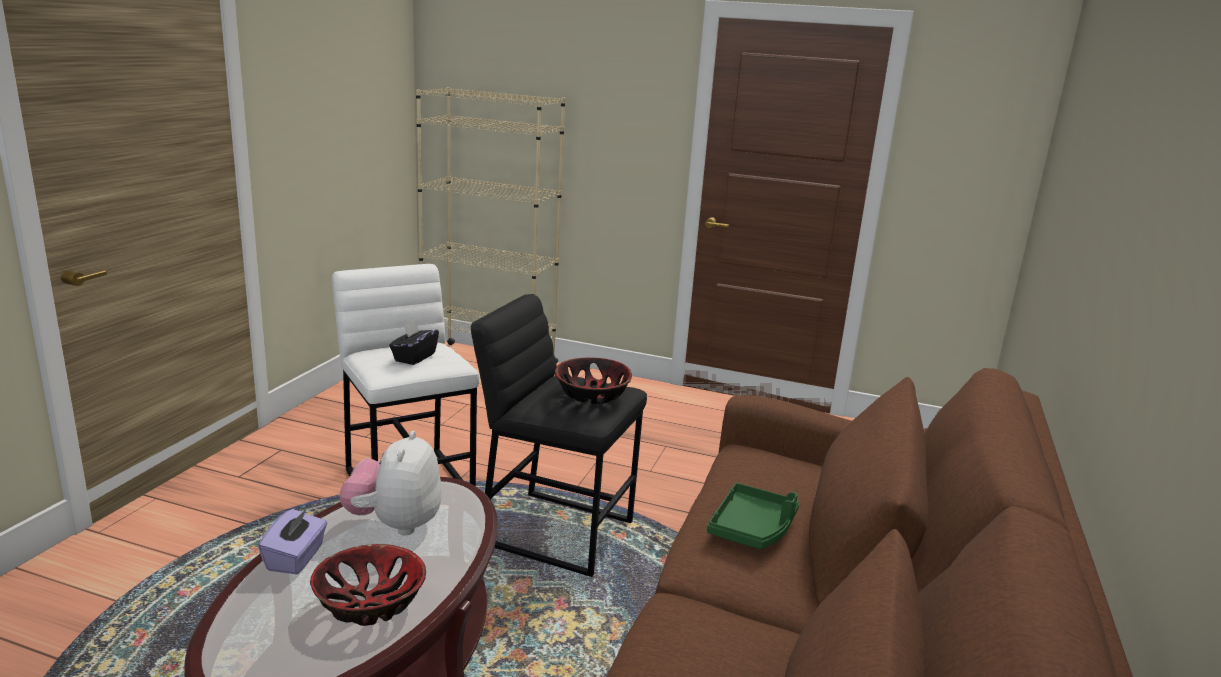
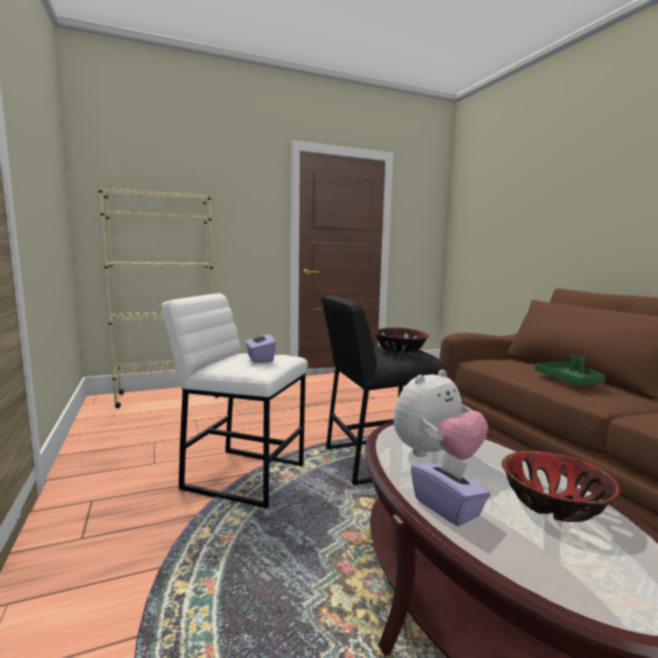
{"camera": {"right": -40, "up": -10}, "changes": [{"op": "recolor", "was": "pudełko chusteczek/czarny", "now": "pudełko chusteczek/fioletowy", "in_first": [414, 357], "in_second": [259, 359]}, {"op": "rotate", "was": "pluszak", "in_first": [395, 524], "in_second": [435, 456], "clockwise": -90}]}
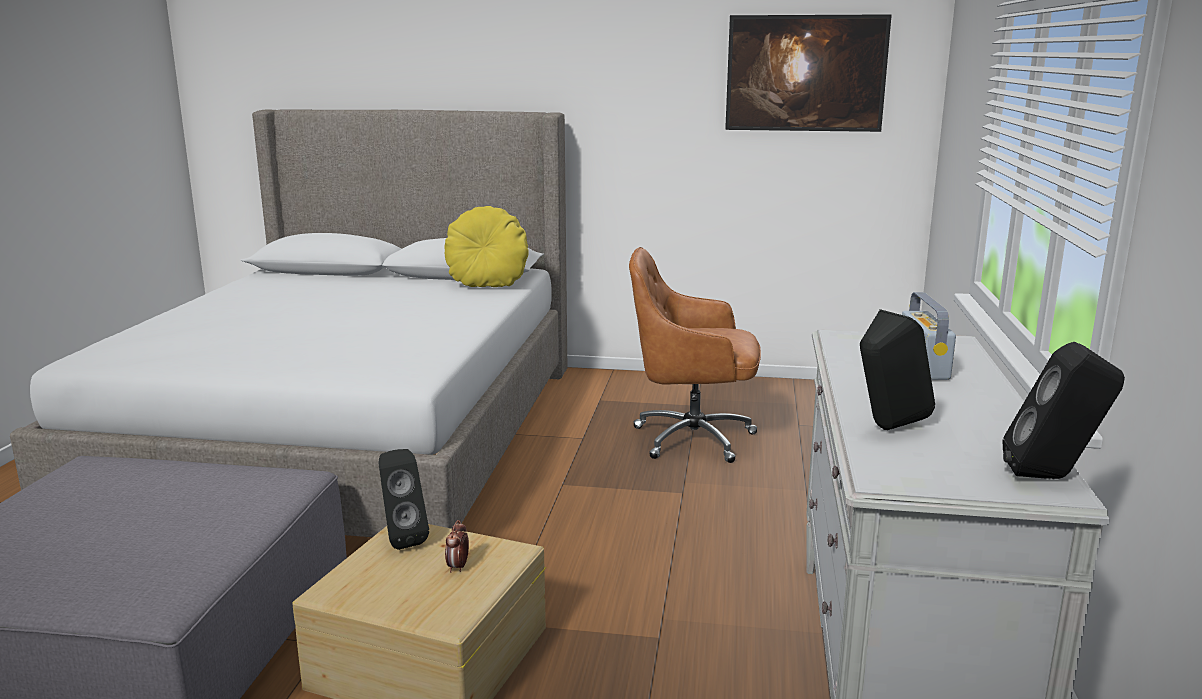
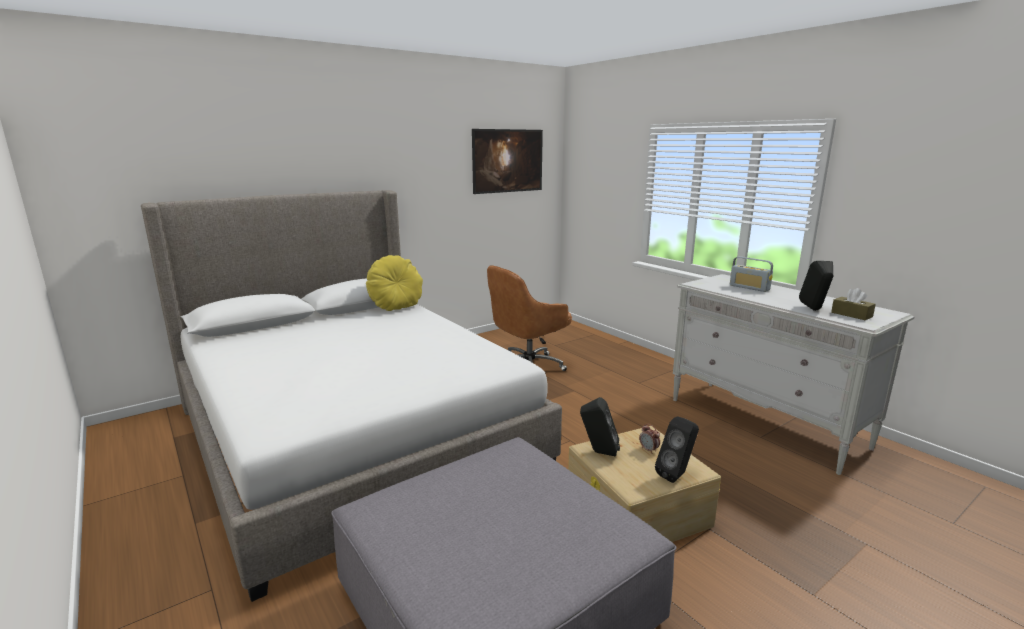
{"camera": {"right": -45, "up": 0}, "changes": [{"op": "move", "was": "głośnik/czarny", "in_first": [1052, 477], "in_second": [676, 475]}, {"op": "insert", "now": "pudełko chusteczek/brązowy", "in_second": [851, 314]}]}
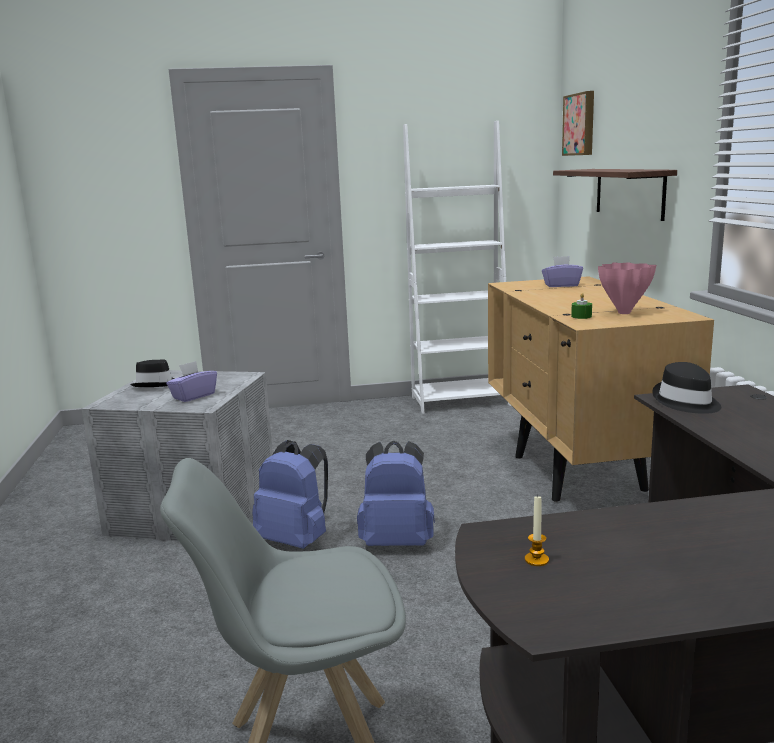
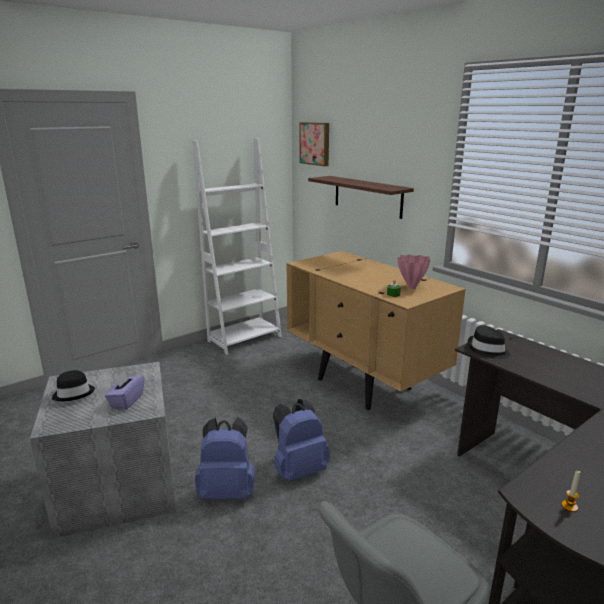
{"camera": {"right": -30, "up": 5}, "changes": [{"op": "delete", "was": "pudełko chusteczek/fioletowy", "in_first": [561, 285]}]}
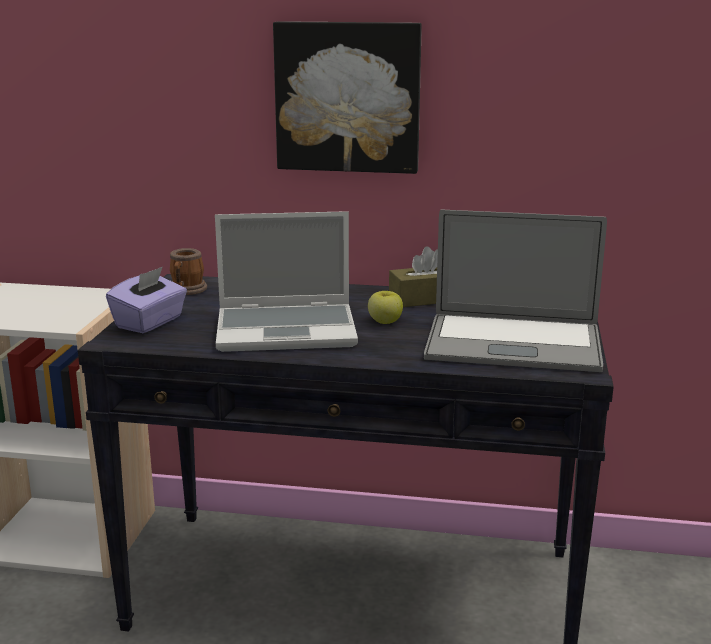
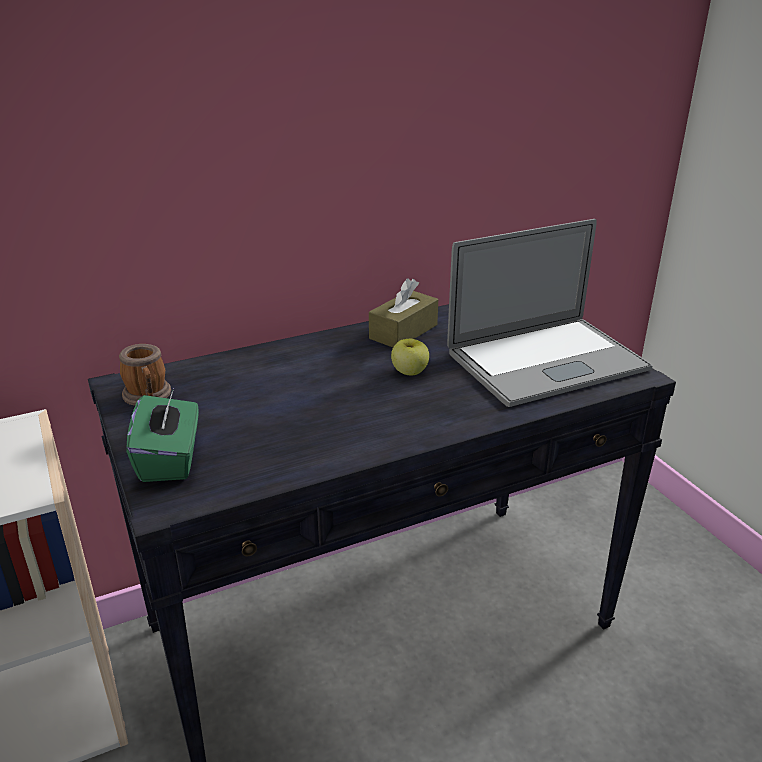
{"camera": {"right": -35, "up": 10}, "changes": [{"op": "delete", "was": "obraz", "in_first": [348, 97]}, {"op": "delete", "was": "laptop", "in_first": [288, 330]}, {"op": "recolor", "was": "pudełko chusteczek/fioletowy", "now": "pudełko chusteczek/zielony", "in_first": [150, 322], "in_second": [170, 459]}]}
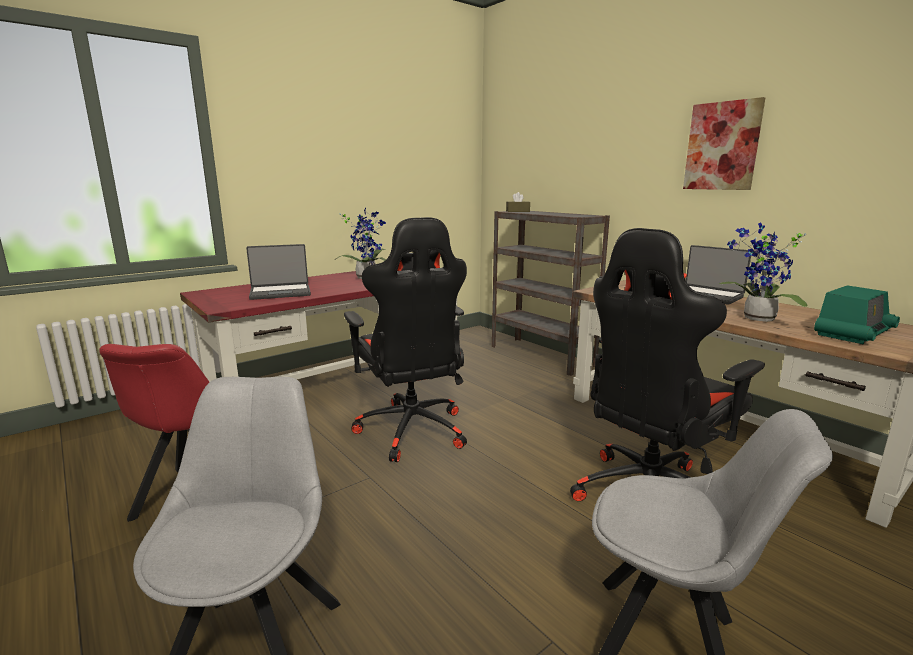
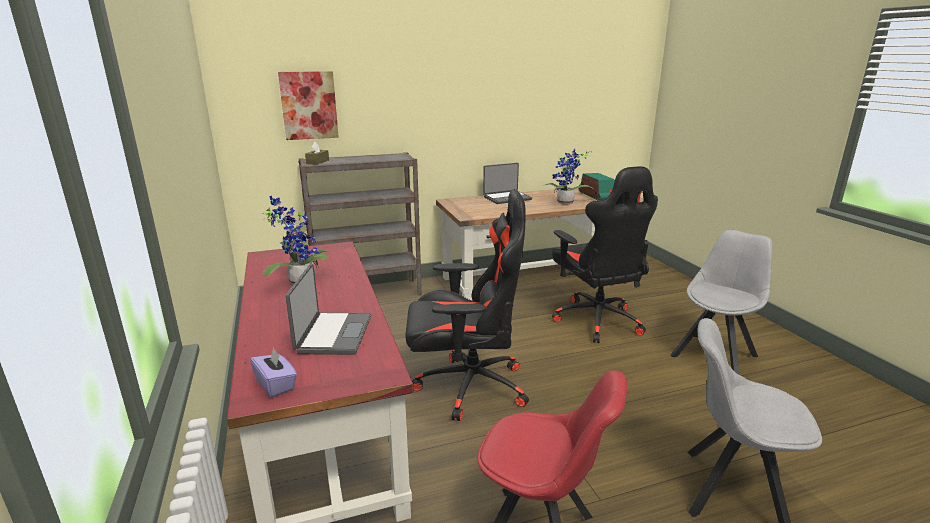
{"camera": {"right": -70, "up": 5}, "changes": [{"op": "move", "was": "obraz", "in_first": [722, 146], "in_second": [309, 105]}, {"op": "insert", "now": "pudełko chusteczek/fioletowy", "in_second": [276, 385]}]}
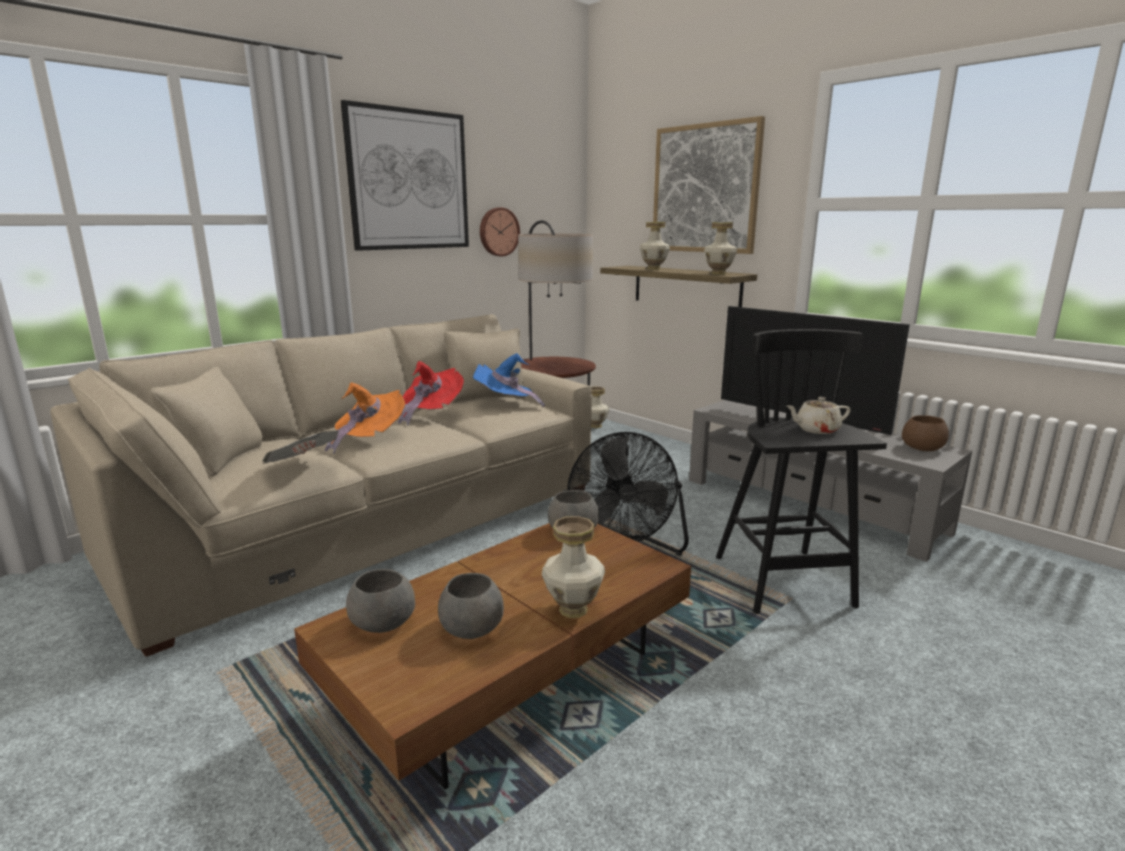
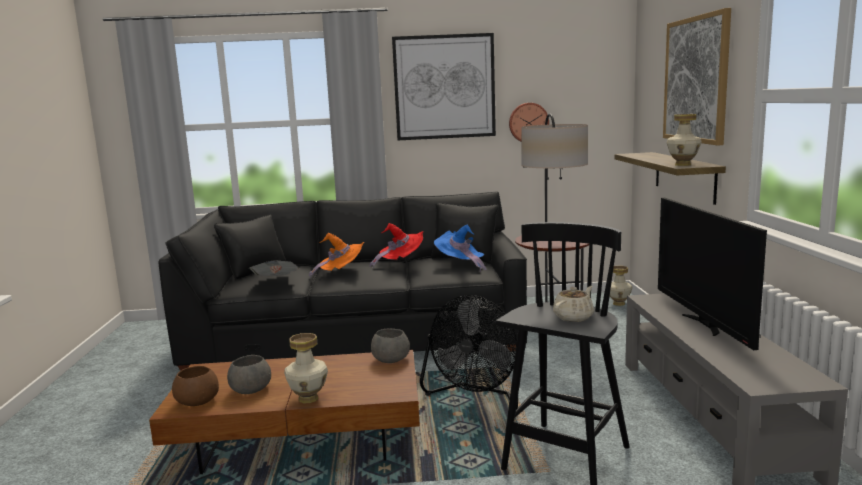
{"camera": {"right": 40, "up": -5}, "changes": [{"op": "delete", "was": "wazon", "in_first": [653, 269]}, {"op": "recolor", "was": "kanapa/beżowy", "now": "kanapa/czarny", "in_first": [371, 525], "in_second": [356, 337]}, {"op": "rotate", "was": "imbryk/beżowy", "in_first": [816, 430], "in_second": [574, 317], "clockwise": 105}, {"op": "move", "was": "miska/brązowy", "in_first": [923, 448], "in_second": [198, 401]}, {"op": "delete", "was": "miska/szary", "in_first": [384, 622]}]}
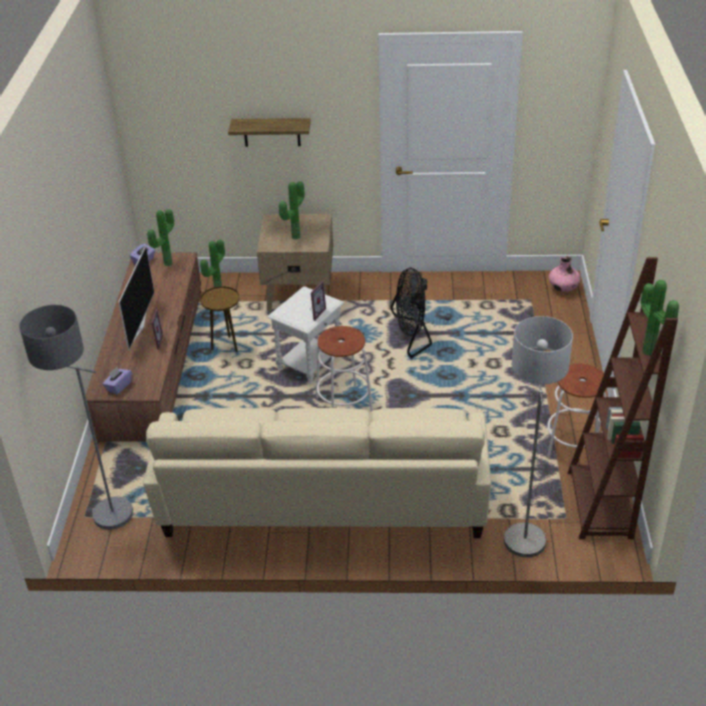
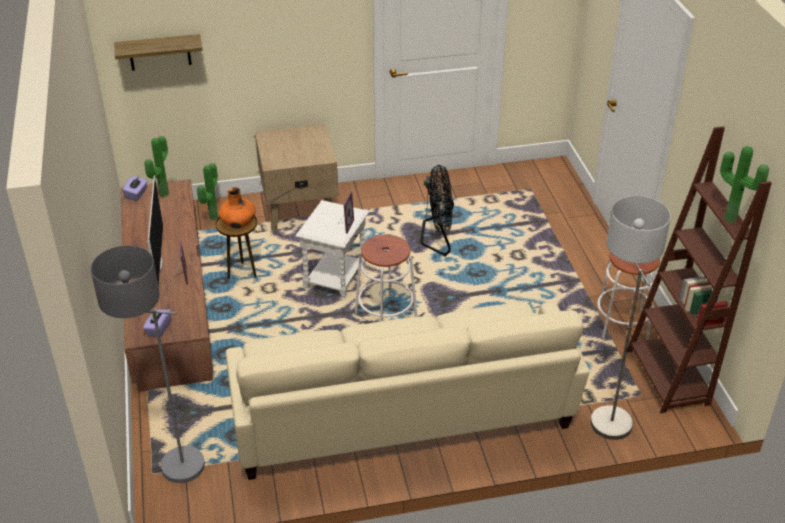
{"camera": {"right": -15, "up": 0}, "changes": [{"op": "move", "was": "półka", "in_first": [272, 132], "in_second": [159, 52]}, {"op": "delete", "was": "roślina doniczkowa", "in_first": [294, 236]}, {"op": "delete", "was": "wazon/różowy", "in_first": [563, 288]}, {"op": "rotate", "was": "wentylator/czarny", "in_first": [416, 333], "in_second": [432, 235], "clockwise": -150}, {"op": "insert", "now": "wazon/pomarańczowy", "in_second": [239, 224]}]}
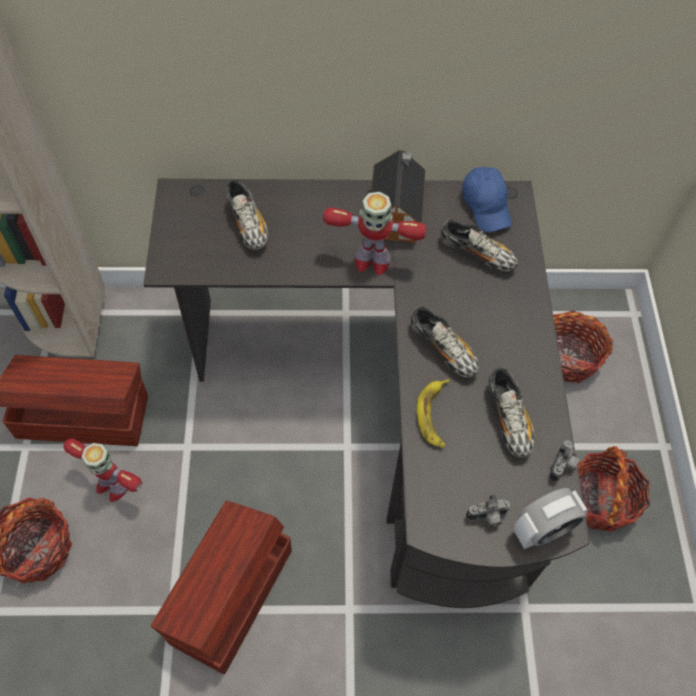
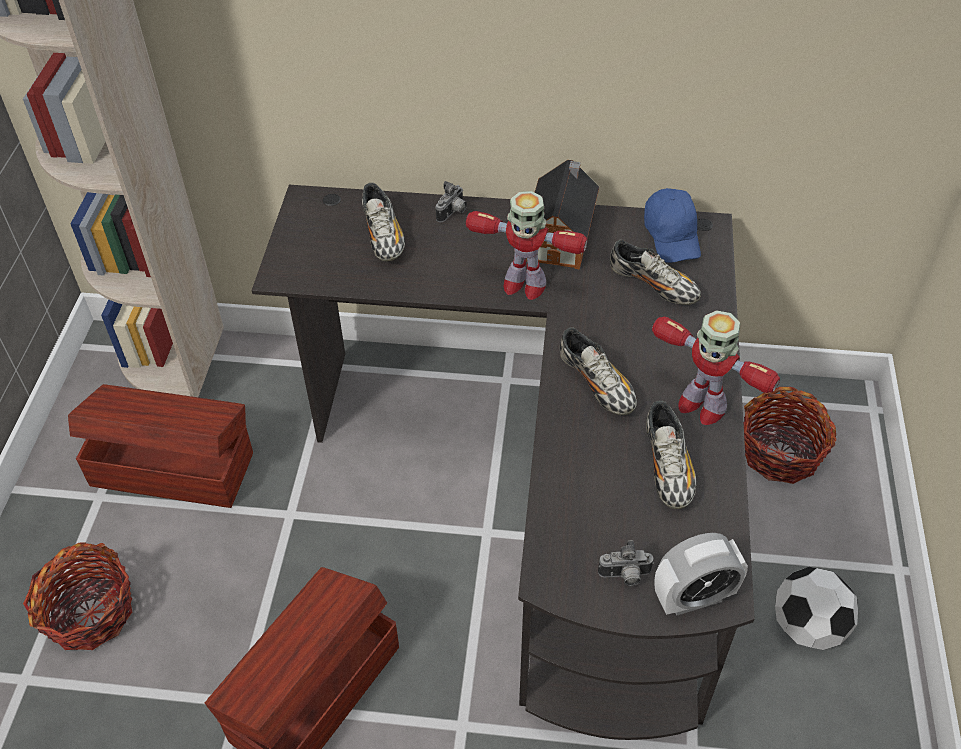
{"camera": {"right": 10, "up": -10}, "changes": [{"op": "delete", "was": "banan", "in_first": [434, 415]}, {"op": "move", "was": "robot zabawkowy", "in_first": [111, 486], "in_second": [701, 405]}, {"op": "move", "was": "aparat fotograficzny", "in_first": [562, 466], "in_second": [453, 213]}, {"op": "replace", "was": "koszyk", "now": "piłka futbolowa", "in_first": [600, 499], "in_second": [807, 626]}]}
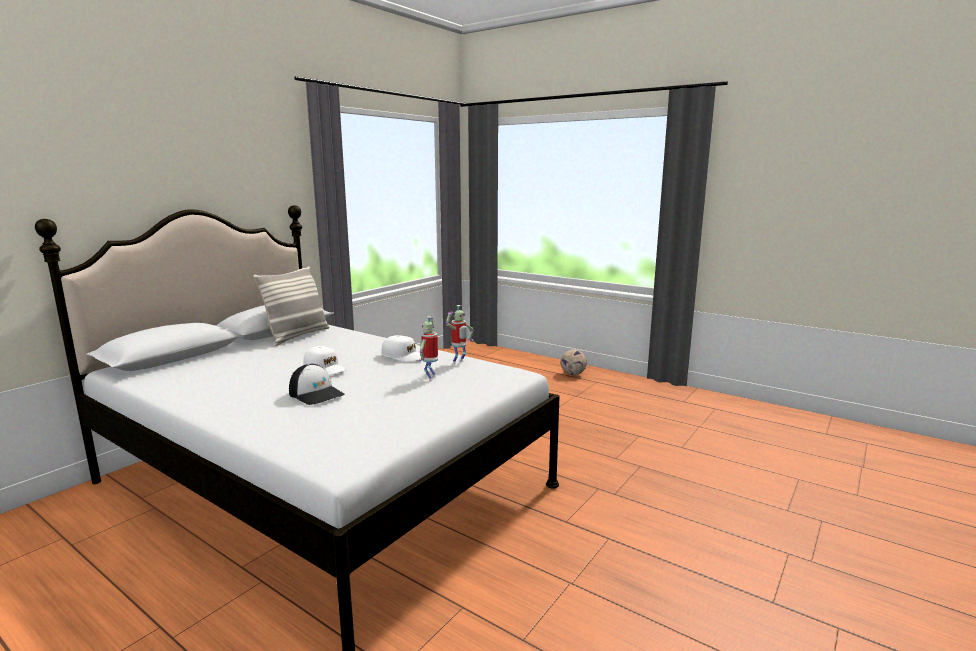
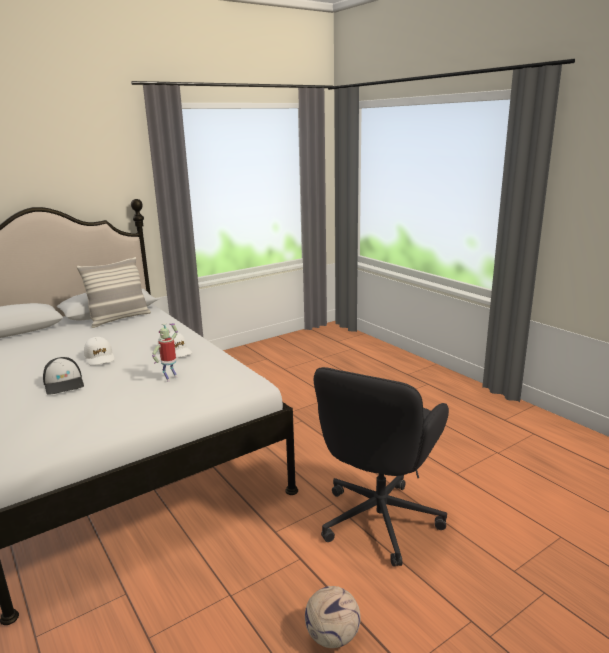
{"camera": {"right": 20, "up": 5}, "changes": [{"op": "delete", "was": "robot zabawkowy", "in_first": [459, 363]}, {"op": "move", "was": "piłka futbolowa", "in_first": [572, 374], "in_second": [331, 636]}, {"op": "insert", "now": "krzesło biurowe/czarny", "in_second": [379, 520]}]}
